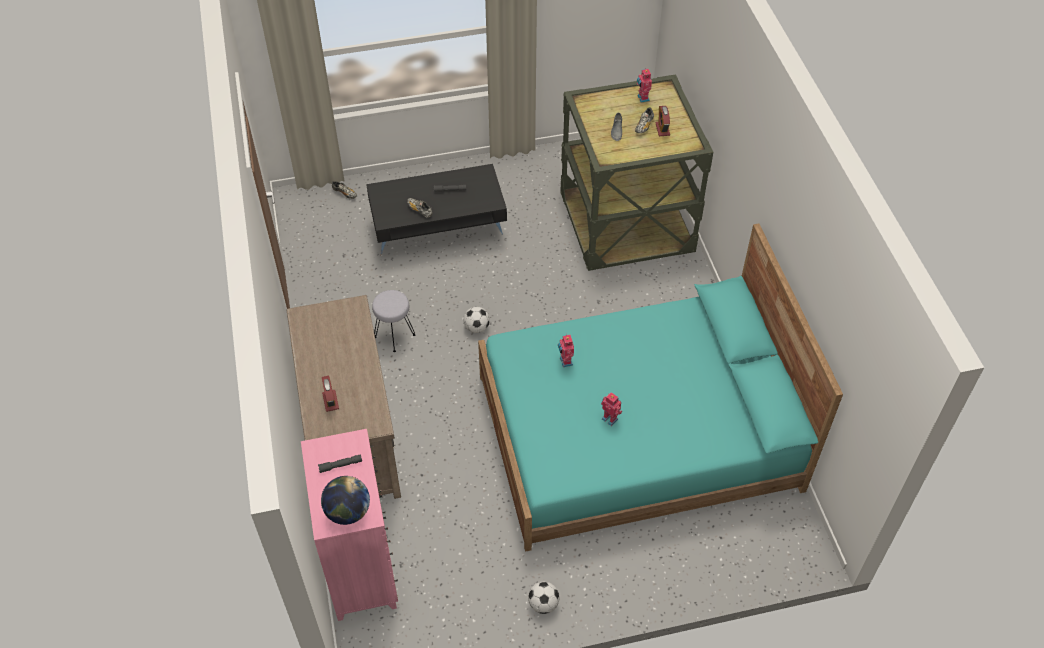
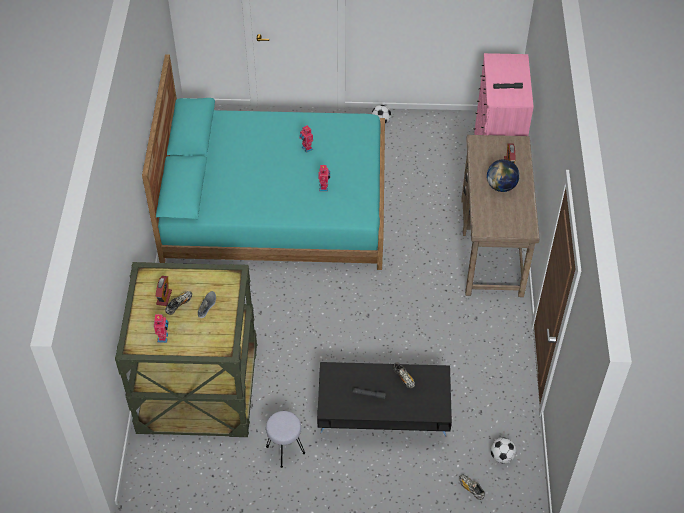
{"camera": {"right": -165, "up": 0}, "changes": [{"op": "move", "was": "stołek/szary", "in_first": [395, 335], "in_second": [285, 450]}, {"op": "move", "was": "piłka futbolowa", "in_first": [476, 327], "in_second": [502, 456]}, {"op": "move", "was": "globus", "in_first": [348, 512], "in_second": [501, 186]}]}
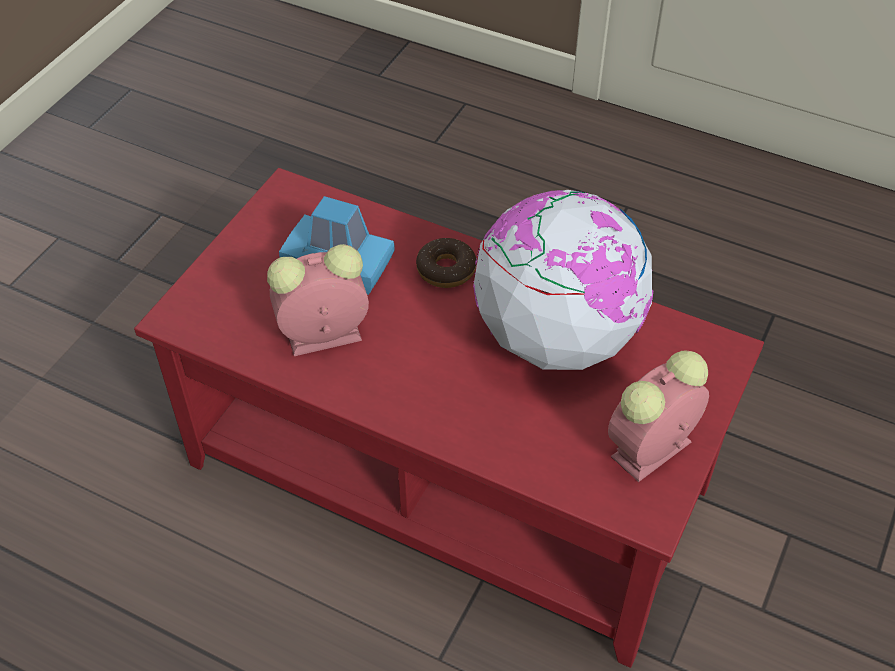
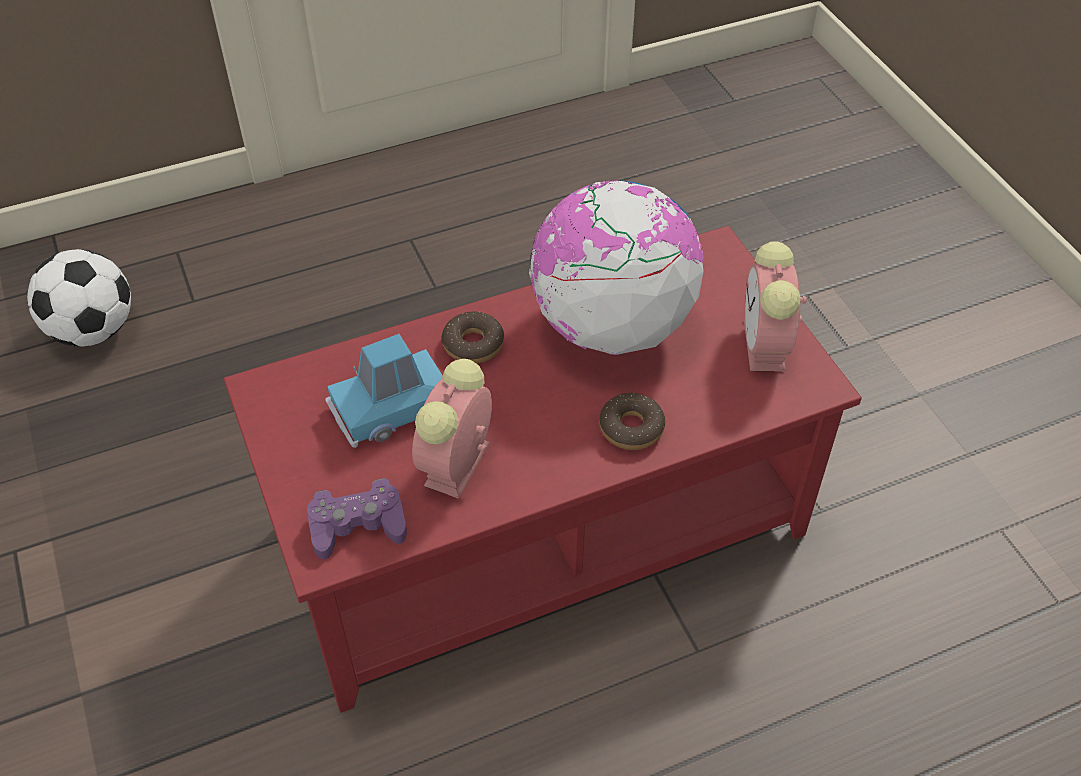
{"camera": {"right": -50, "up": 0}, "changes": [{"op": "insert", "now": "piłka futbolowa", "in_second": [93, 330]}, {"op": "insert", "now": "donut", "in_second": [631, 428]}, {"op": "insert", "now": "pad do gier/fioletowy", "in_second": [358, 525]}]}
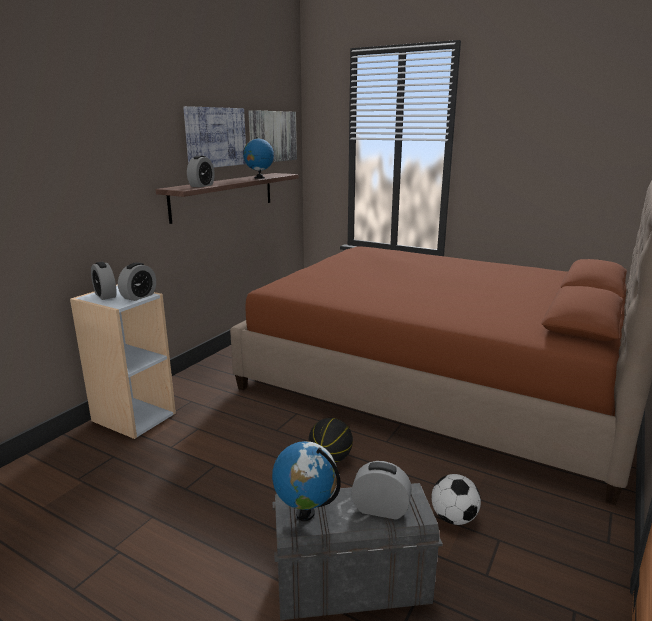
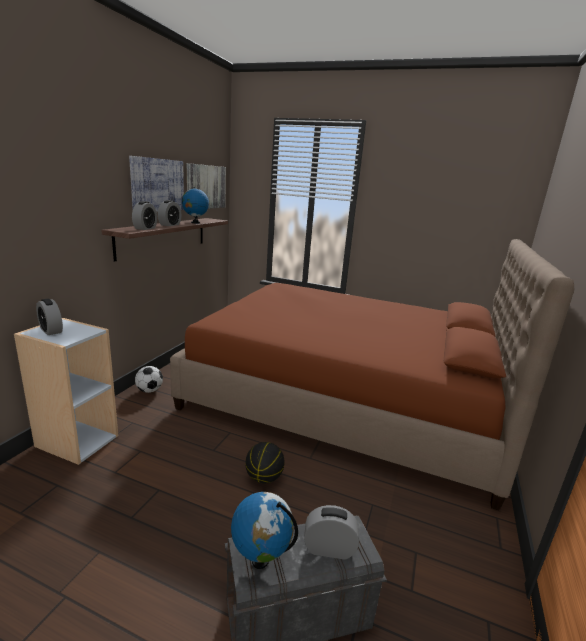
{"camera": {"right": -10, "up": 0}, "changes": [{"op": "move", "was": "budzik", "in_first": [139, 296], "in_second": [170, 225]}, {"op": "move", "was": "piłka futbolowa", "in_first": [453, 518], "in_second": [149, 390]}]}
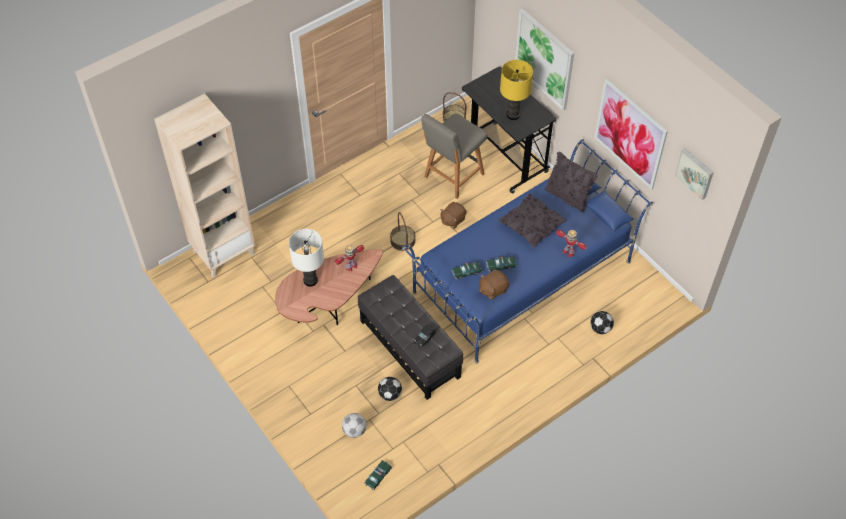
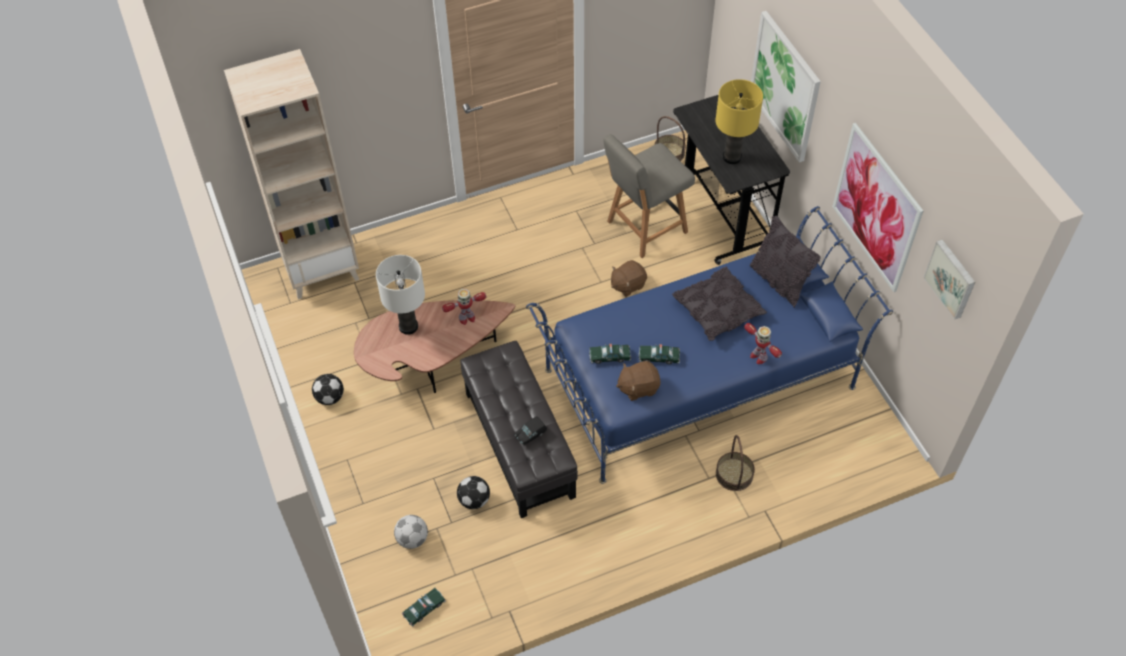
{"camera": {"right": 15, "up": 0}, "changes": [{"op": "move", "was": "koszyk", "in_first": [403, 240], "in_second": [734, 474]}, {"op": "move", "was": "piłka futbolowa", "in_first": [600, 328], "in_second": [329, 397]}]}
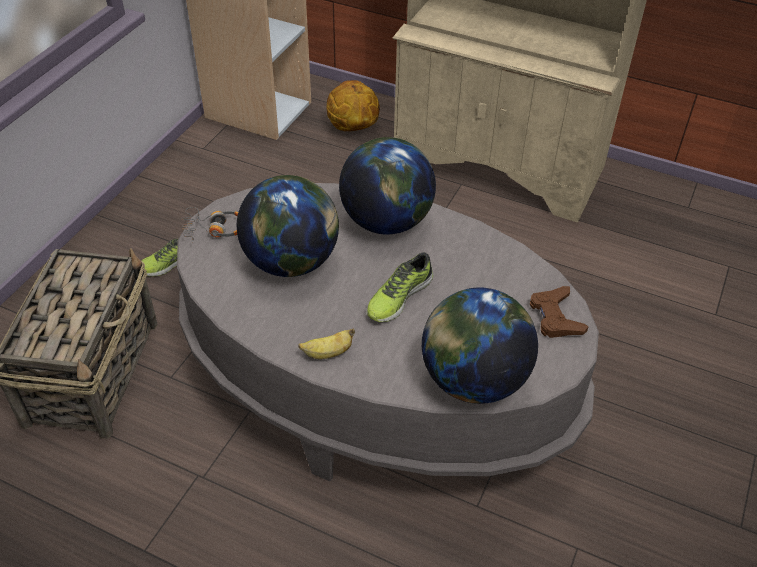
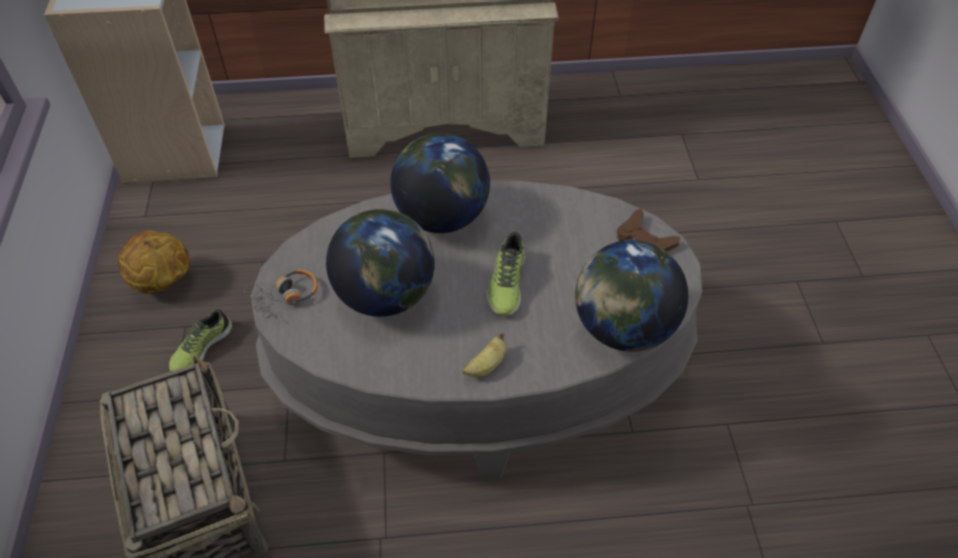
{"camera": {"right": -30, "up": 5}, "changes": [{"op": "move", "was": "piłka do koszykówki", "in_first": [352, 127], "in_second": [162, 281]}]}
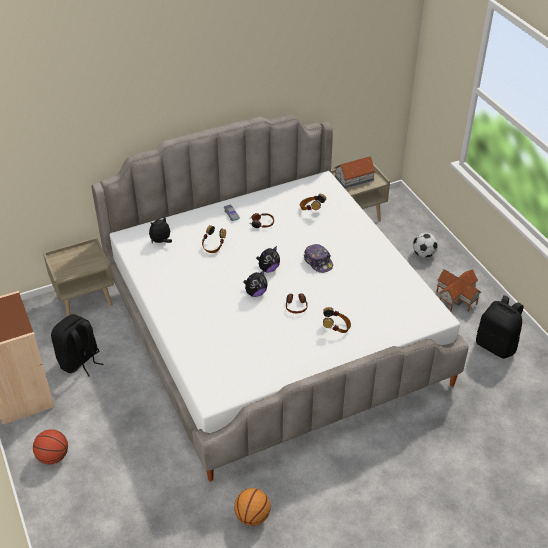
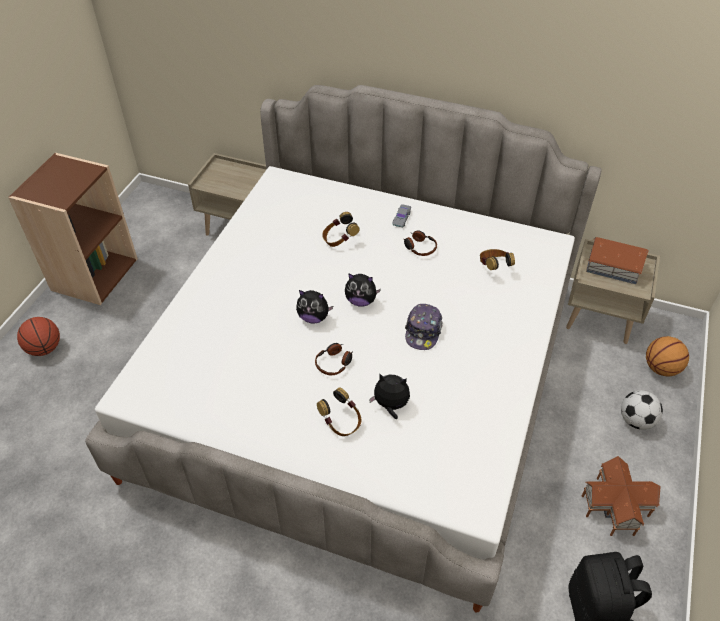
{"camera": {"right": 45, "up": 5}, "changes": [{"op": "move", "was": "pluszak", "in_first": [161, 241], "in_second": [390, 405]}, {"op": "delete", "was": "plecak/czarny", "in_first": [80, 361]}, {"op": "move", "was": "piłka do koszykówki", "in_first": [252, 516], "in_second": [661, 368]}]}
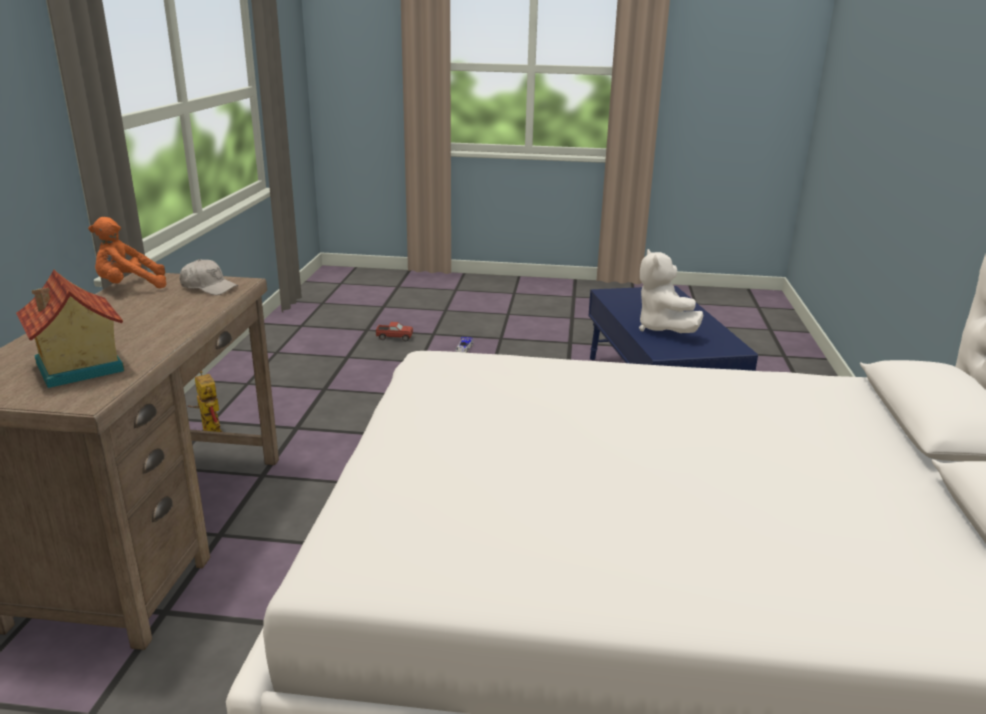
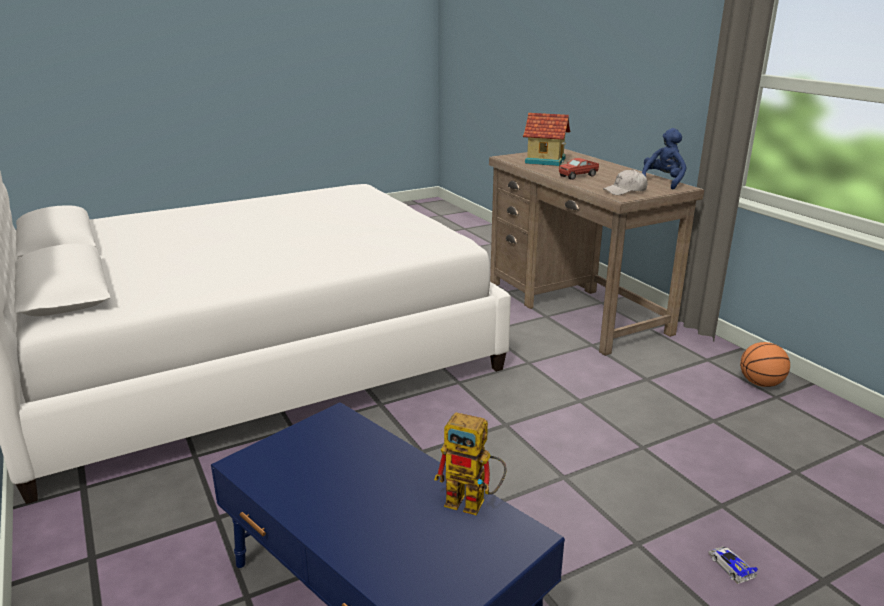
{"camera": {"right": 145, "up": 0}, "changes": [{"op": "recolor", "was": "pluszak/pomarańczowy", "now": "pluszak/niebieski", "in_first": [129, 287], "in_second": [662, 182]}, {"op": "delete", "was": "pluszak/biały", "in_first": [662, 329]}, {"op": "move", "was": "ciężarówka zabawkowa", "in_first": [394, 338], "in_second": [578, 176]}, {"op": "move", "was": "robot zabawkowy", "in_first": [208, 430], "in_second": [474, 502]}, {"op": "insert", "now": "piłka do koszykówki", "in_second": [760, 384]}]}
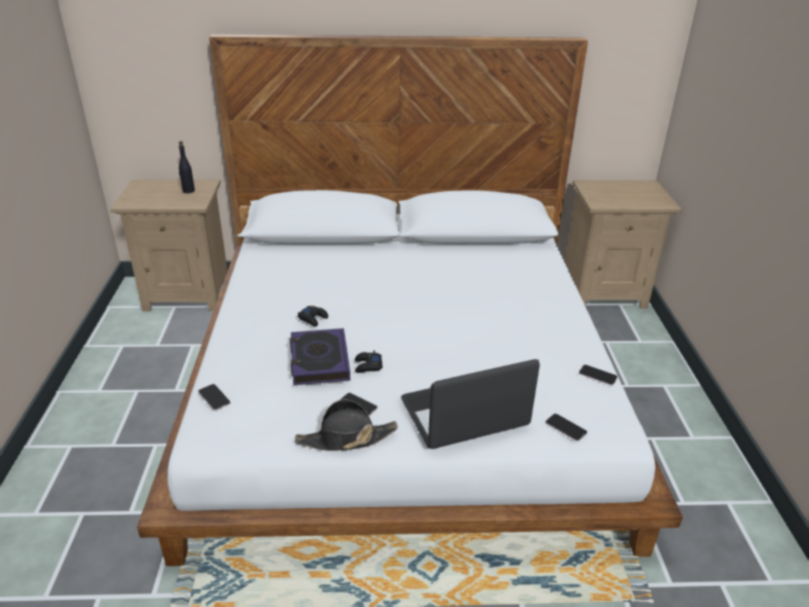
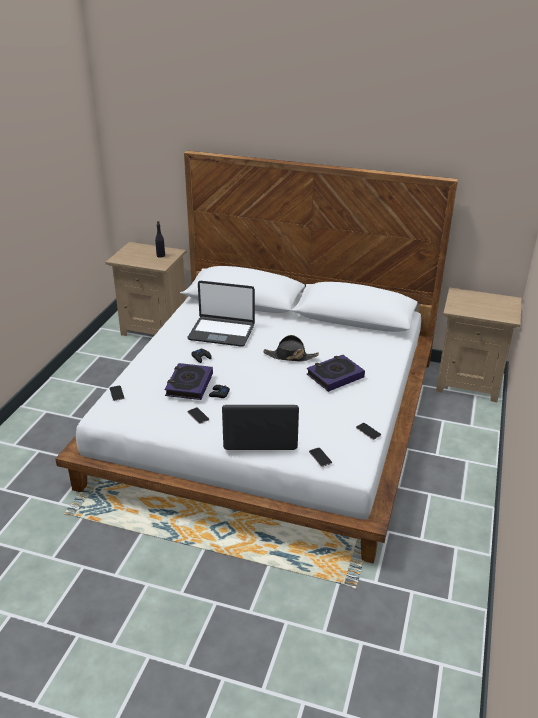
{"camera": {"right": 20, "up": 0}, "changes": [{"op": "move", "was": "kapelusz/czarny", "in_first": [346, 438], "in_second": [290, 356]}, {"op": "insert", "now": "laptop", "in_second": [222, 332]}, {"op": "insert", "now": "książka", "in_second": [335, 376]}]}
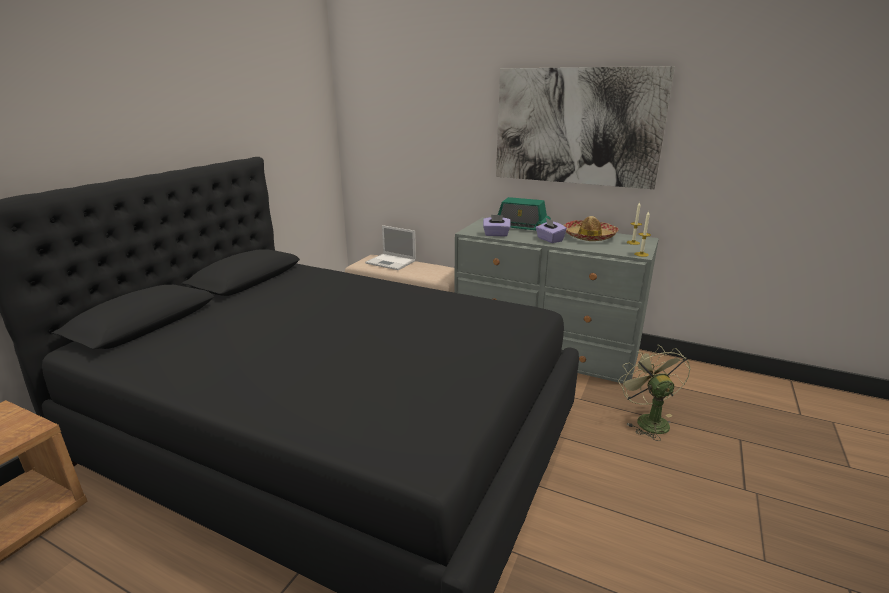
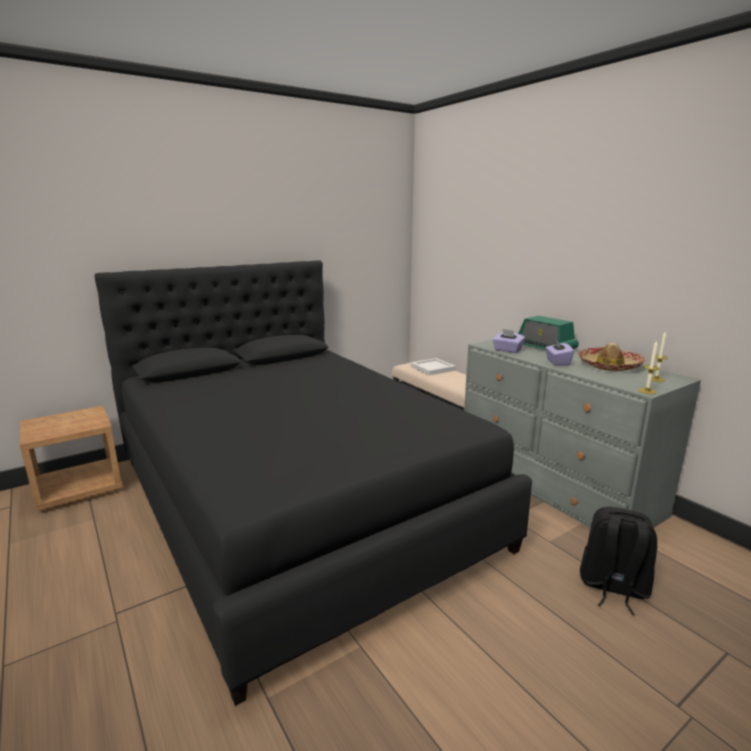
{"camera": {"right": 30, "up": -5}, "changes": [{"op": "delete", "was": "obraz", "in_first": [576, 127]}, {"op": "replace", "was": "laptop", "now": "taca/biały", "in_first": [391, 262], "in_second": [433, 368]}, {"op": "replace", "was": "wentylator/zielony", "now": "plecak/czarny", "in_first": [647, 420], "in_second": [612, 587]}]}
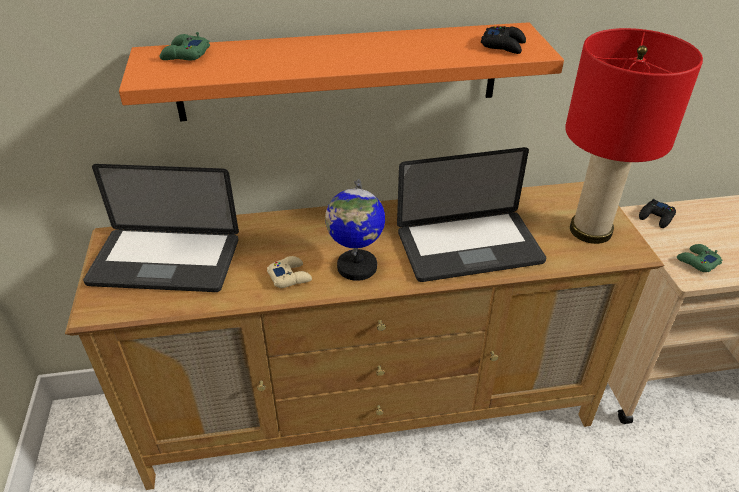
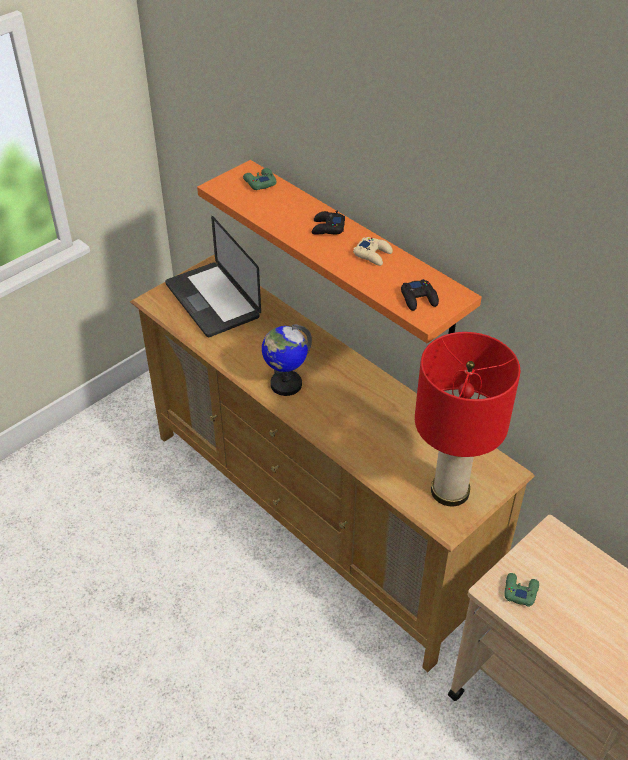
{"camera": {"right": 55, "up": 5}, "changes": [{"op": "delete", "was": "laptop", "in_first": [469, 247]}, {"op": "move", "was": "pad do gier/czarny", "in_first": [656, 217], "in_second": [327, 228]}, {"op": "move", "was": "pad do gier/beżowy", "in_first": [290, 276], "in_second": [373, 254]}]}
